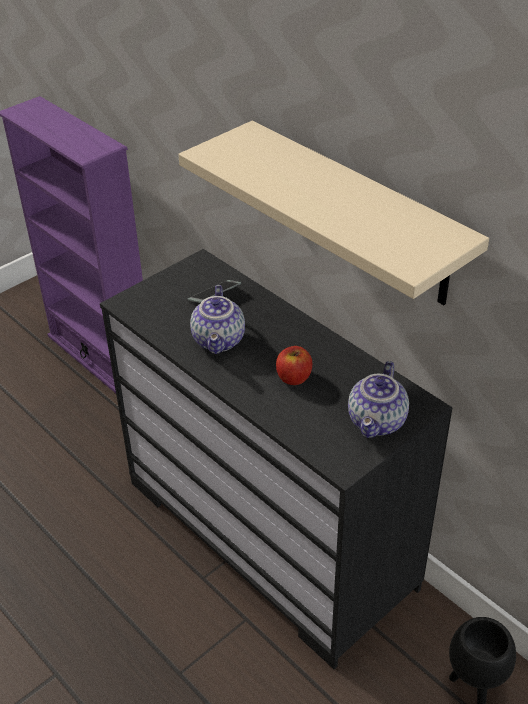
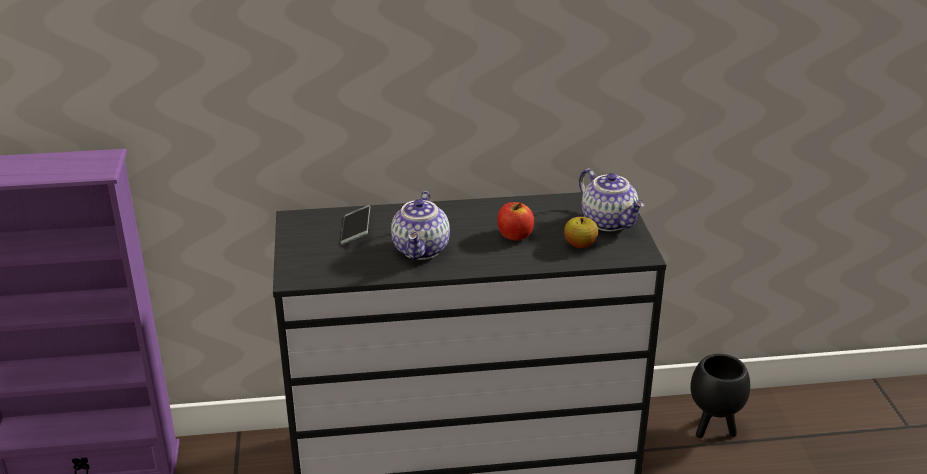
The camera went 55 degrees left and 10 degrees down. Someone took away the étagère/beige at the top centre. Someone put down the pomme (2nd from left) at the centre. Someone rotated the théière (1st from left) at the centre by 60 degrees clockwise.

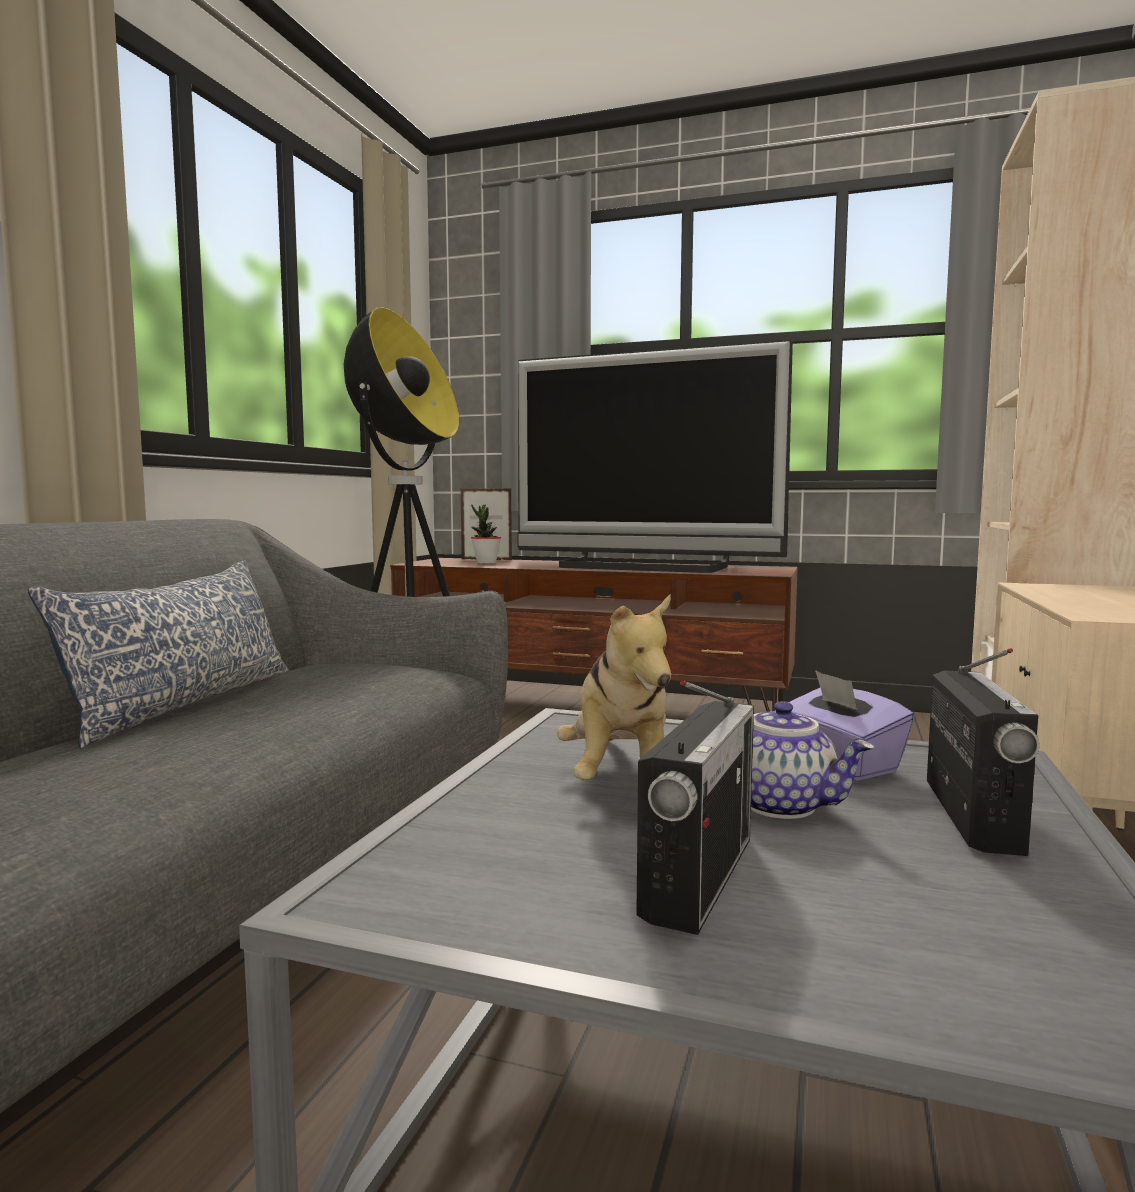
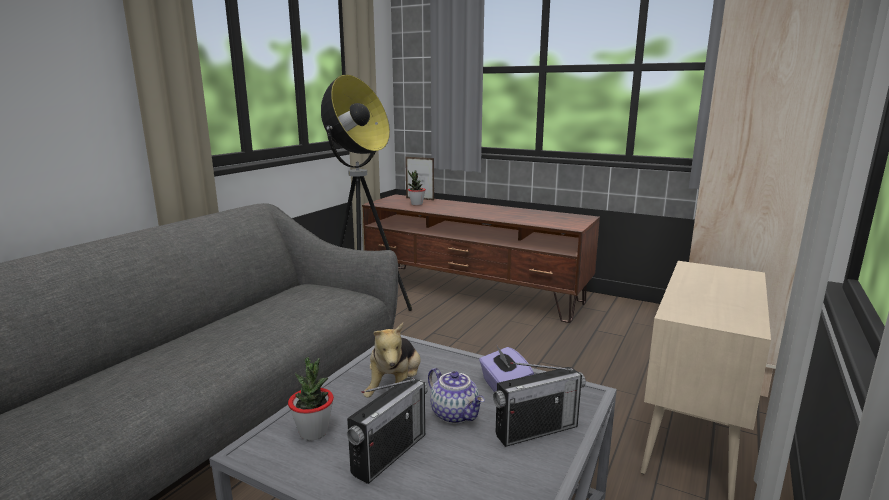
The camera went 10 degrees right and 10 degrees up. Someone took away the coussin at the middle left. Someone took away the téléviseur at the centre. Someone put down the plante en pot (1st from left) at the bottom centre. Someone rotated the radio (2nd from left) at the middle right by 45 degrees clockwise.

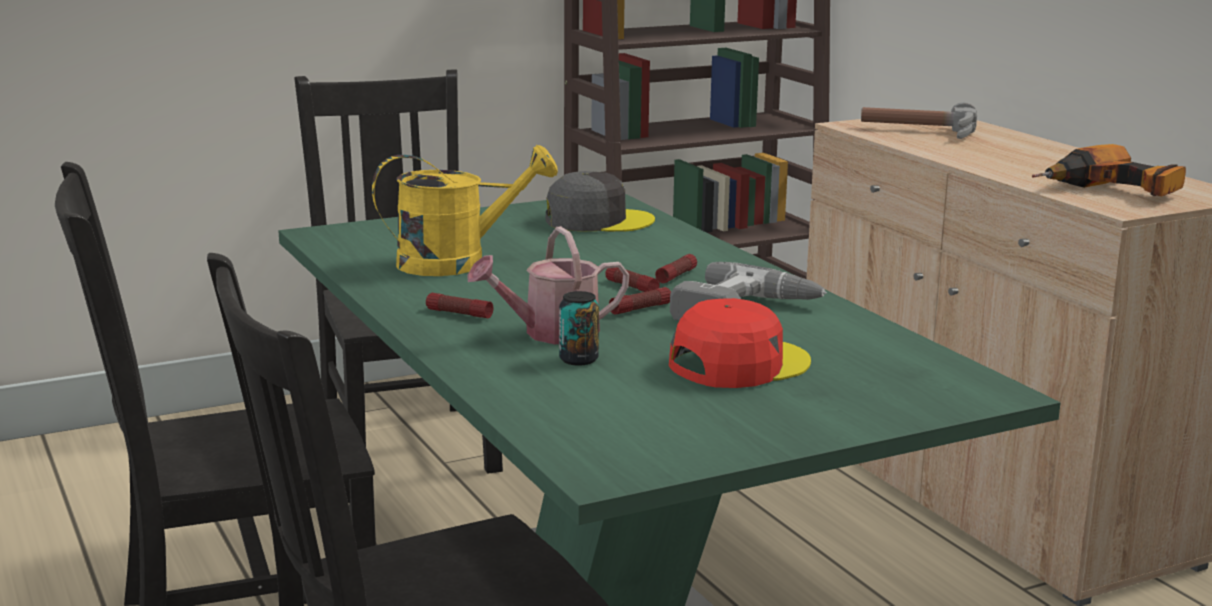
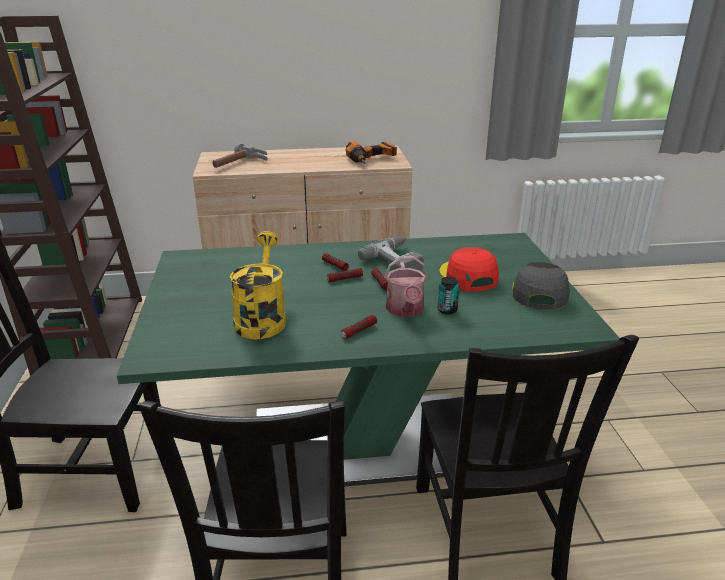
The camera went 70 degrees left and 10 degrees up. Someone carried the casquette/gris from the top centre to the middle right.

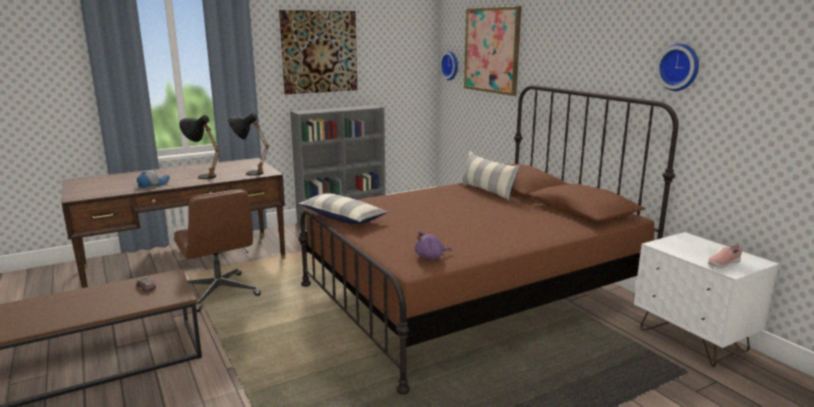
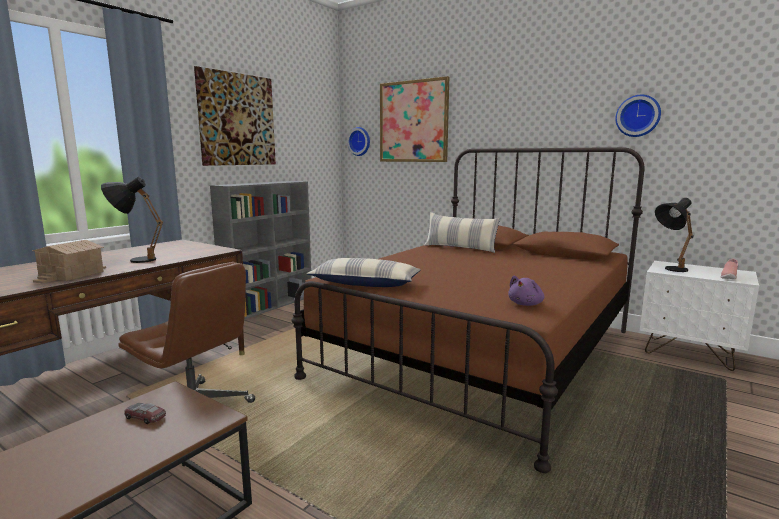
The camera went 25 degrees left and 5 degrees down. Someone carried the lampe de table/noir (2nd from left) from the middle left to the middle right. Someone swapped the casquette at the middle left for the maison miniature at the middle left.

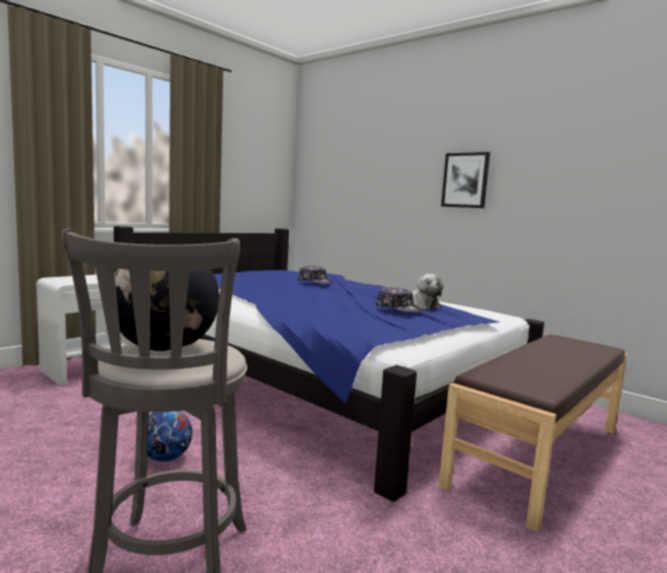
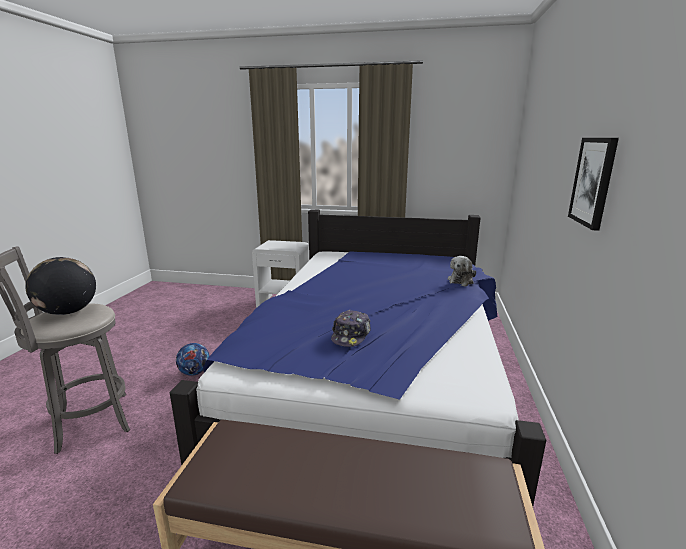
The camera went 60 degrees right and 10 degrees up. Someone took away the casquette (1st from left) at the centre. Someone carried the peluche from the centre to the middle right.

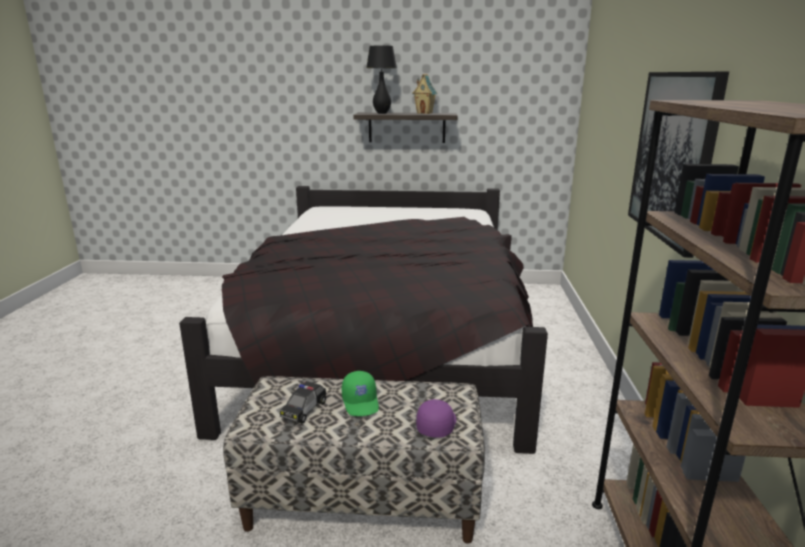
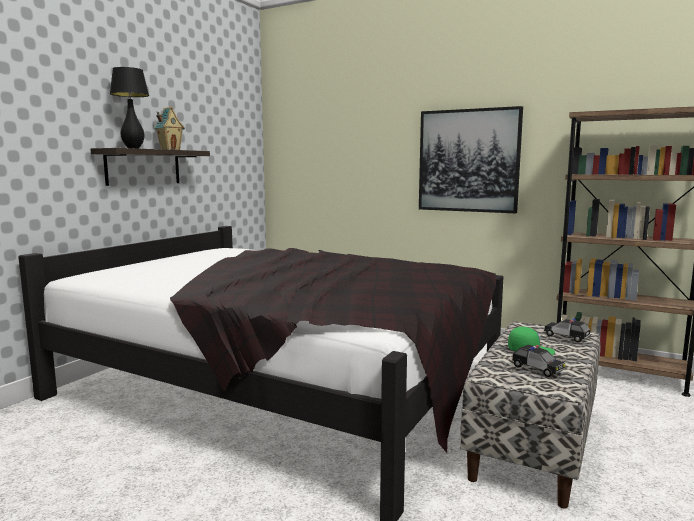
The camera went 65 degrees left and 10 degrees down. Someone swapped the casquette/violet at the bottom centre for the petite voiture (2nd from left) at the middle right.

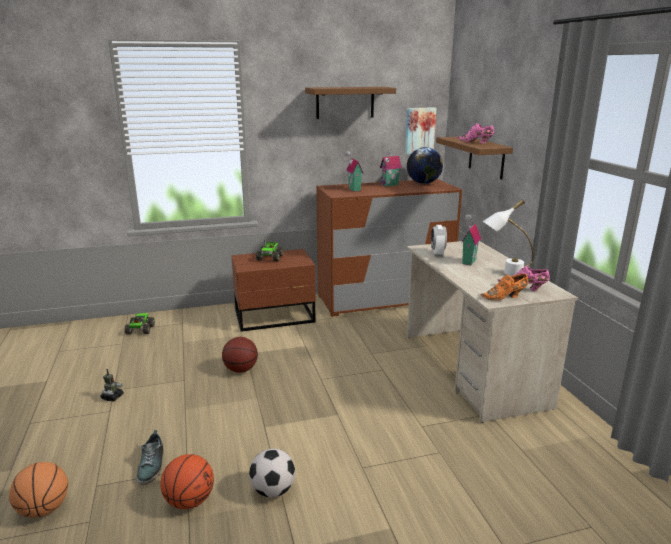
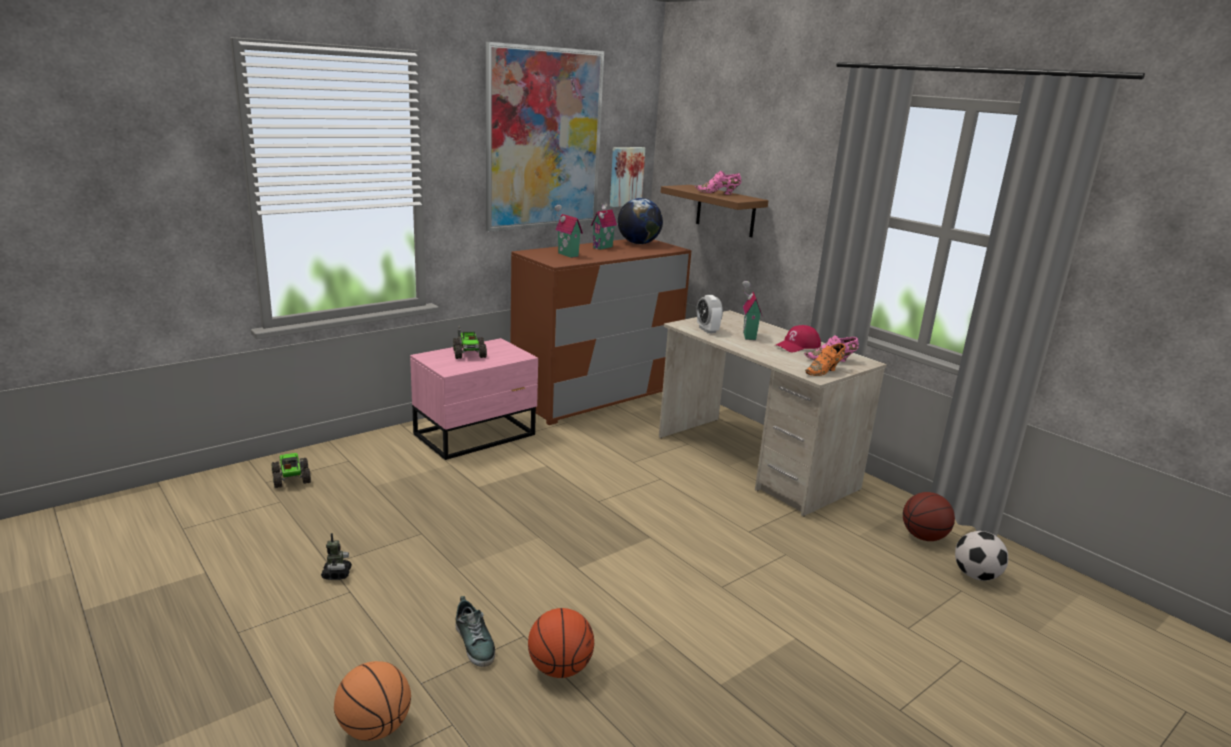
The camera went 25 degrees left and 0 degrees up. Someone carried the ballon de basket (3rd from left) from the centre to the bottom right. Someone carried the ballon de foot from the bottom centre to the bottom right. Someone swapped the étagère/marron (1st from left) at the top centre for the tableau (1st from left) at the top centre. Someone swapped the lampe de table/blanc at the middle right for the casquette/rouge at the centre. Someone repainted the table de chevet/marron at the centre, which became the table de chevet/rose at the centre.

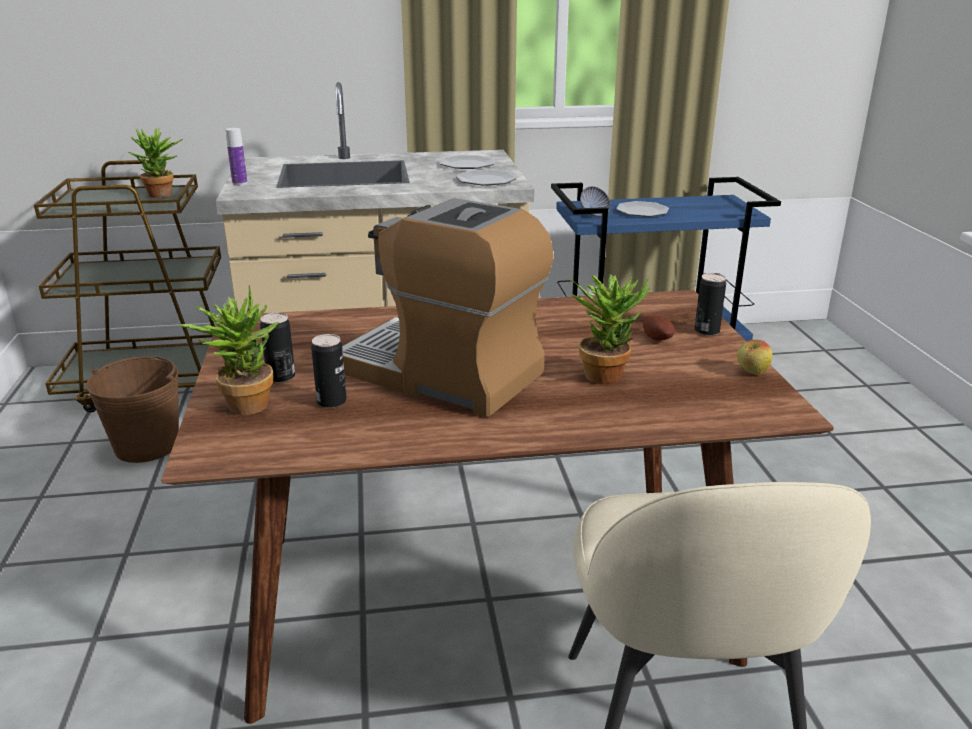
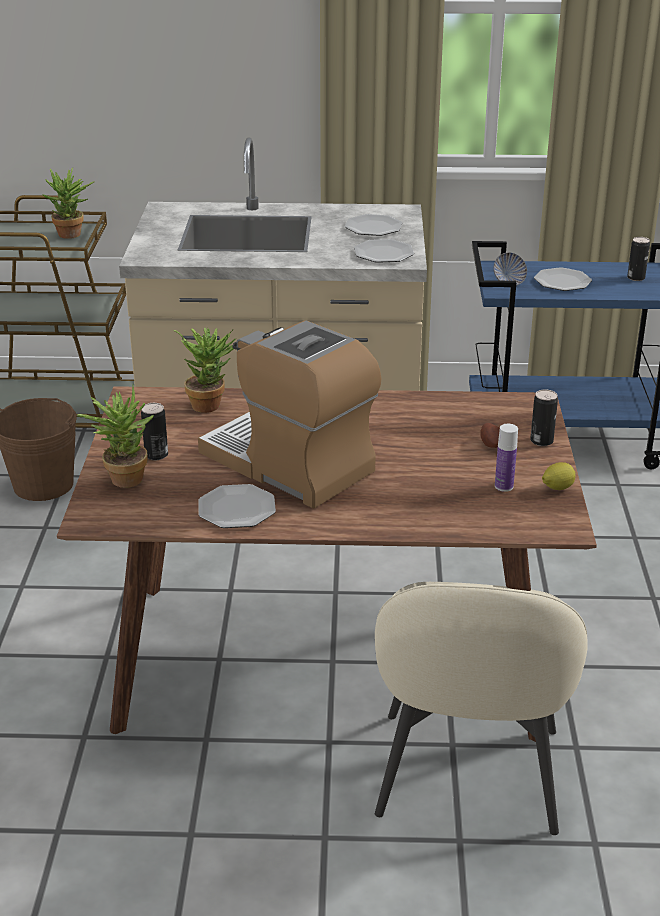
The camera went 10 degrees right and 5 degrees up. Someone put down the assiette (1st from left) at the centre. Someone carried the bouteille from the top left to the middle right. Someone carried the boîte métallique (2nd from left in the first image) from the centre to the top right. Someone carried the plante en pot (3rd from left) from the centre to the middle left. Someone swapped the pomme at the middle right for the citron at the middle right.

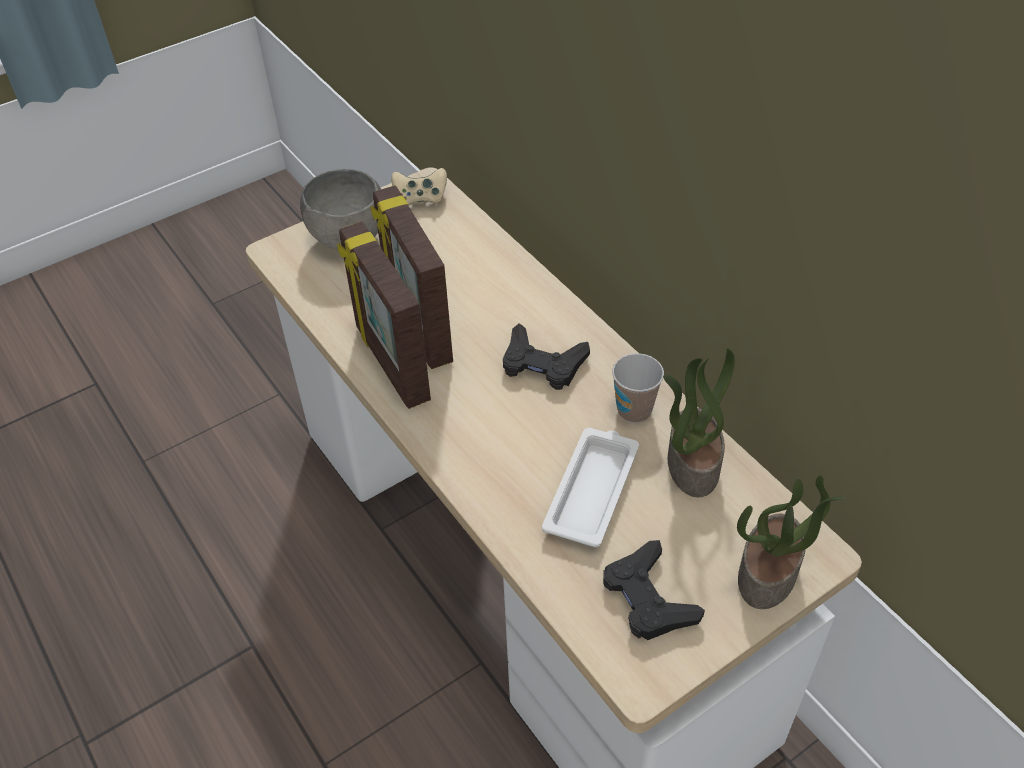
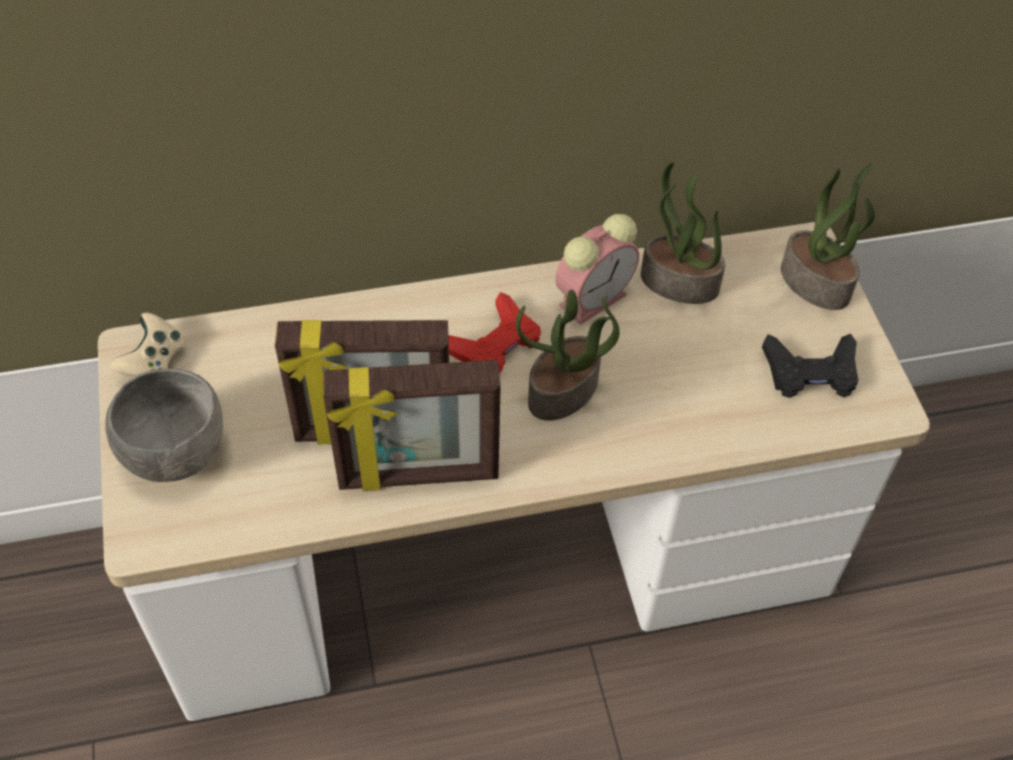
The camera went 70 degrees left and 5 degrees up. Someone took away the plateau/blanc at the centre. Someone put down the plante en pot (1st from left) at the centre. Someone swapped the tasse at the centre for the réveil at the centre. Someone repainted the manette/noir (1st from left) at the centre, which became the manette/rouge at the centre.

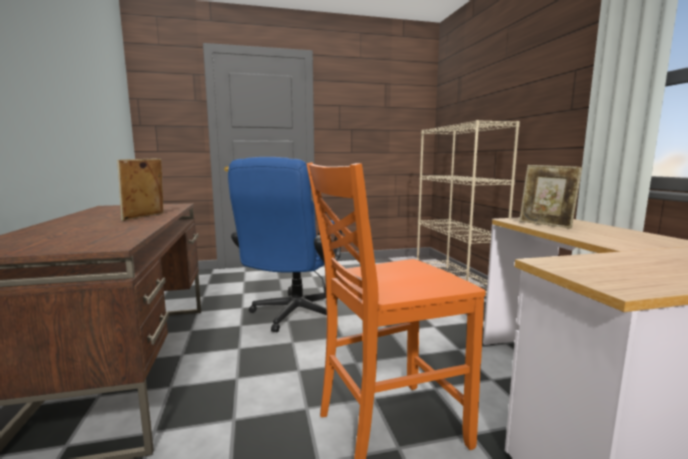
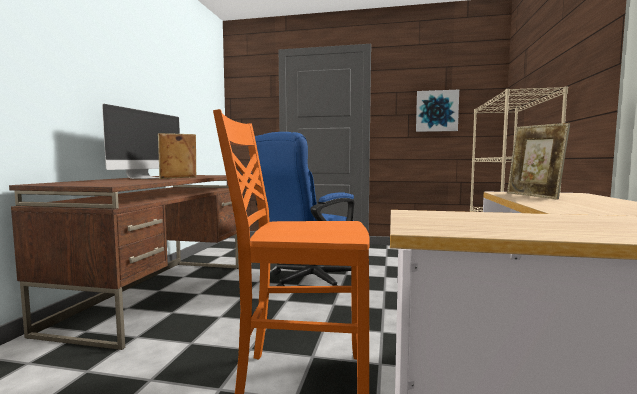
The camera went 25 degrees right and 5 degrees down. Someone put down the écran d'ordinateur at the middle left. Someone put up the tableau at the top right.

